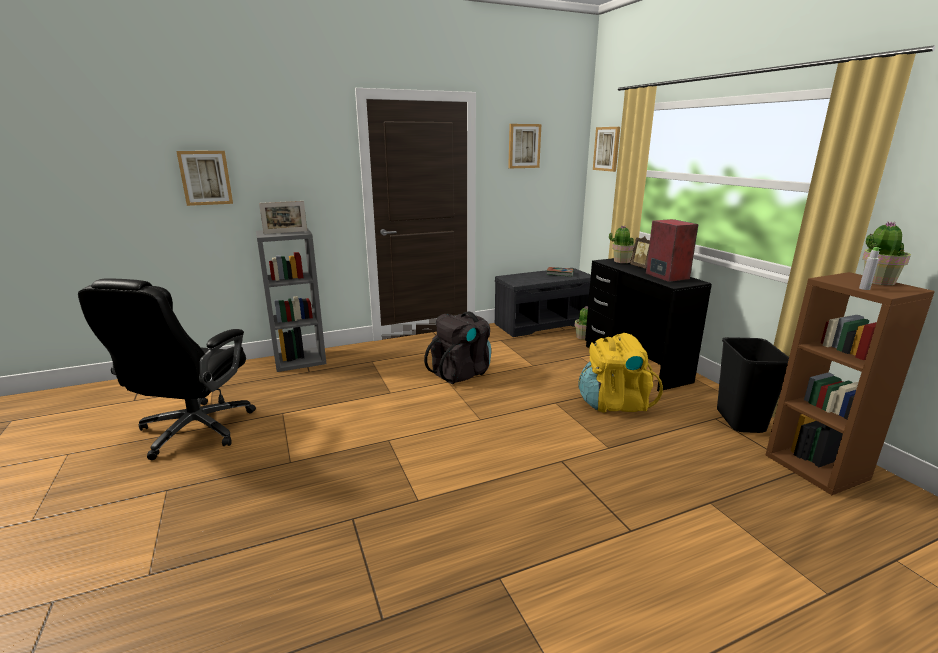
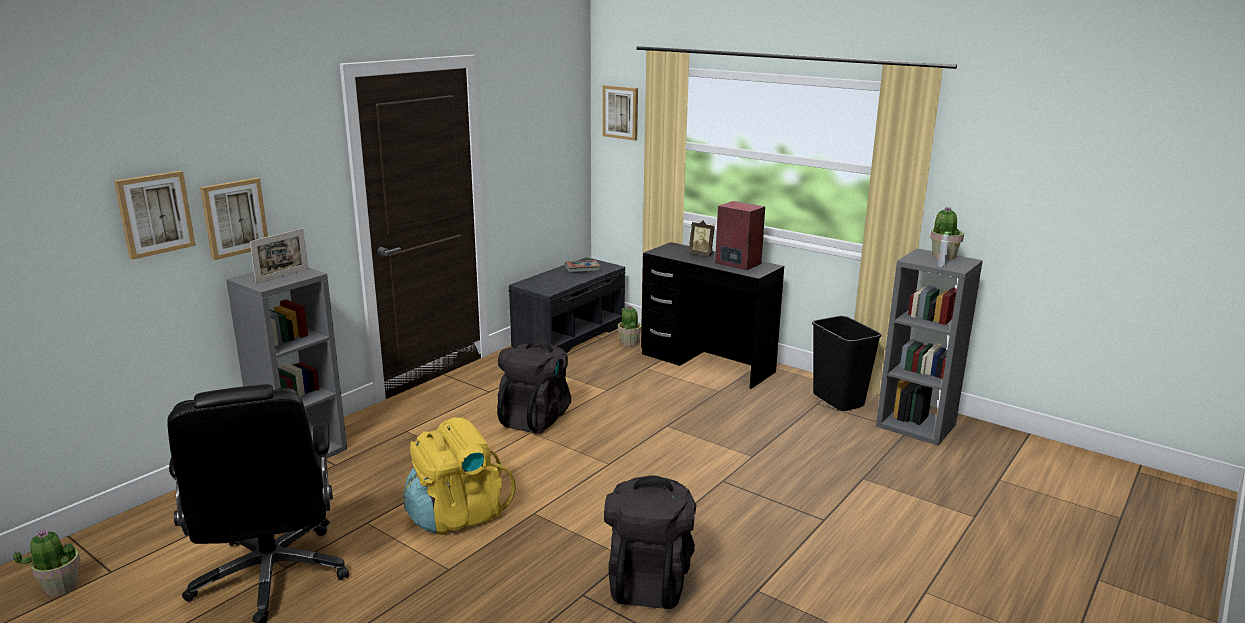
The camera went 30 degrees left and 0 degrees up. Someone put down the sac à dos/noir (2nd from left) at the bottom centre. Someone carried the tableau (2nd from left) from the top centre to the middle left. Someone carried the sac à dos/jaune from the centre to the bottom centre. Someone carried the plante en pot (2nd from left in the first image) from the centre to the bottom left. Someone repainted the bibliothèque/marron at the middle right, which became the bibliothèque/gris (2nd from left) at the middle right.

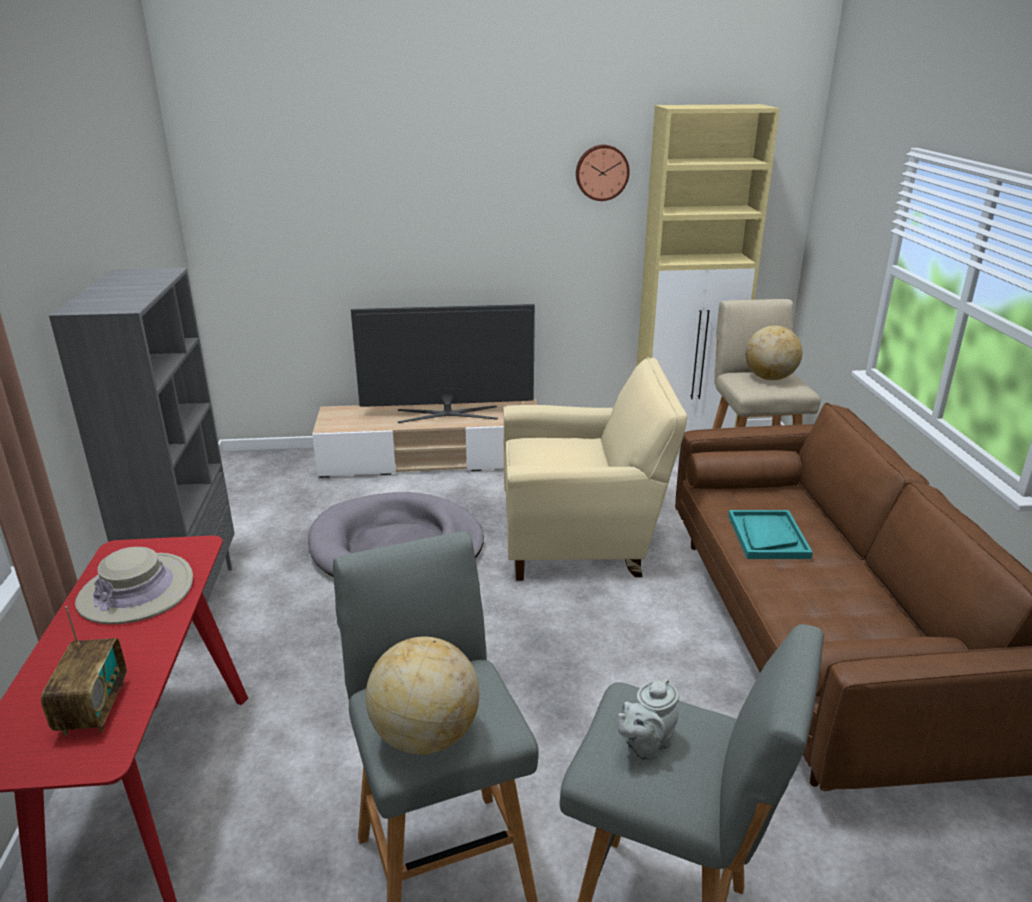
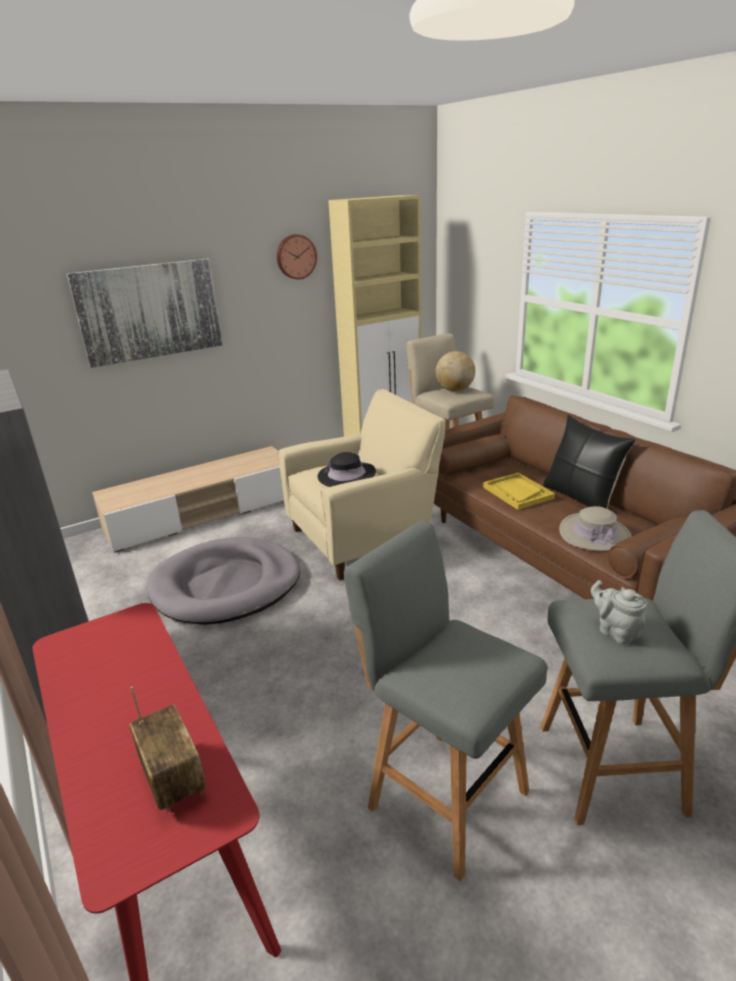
The camera went 25 degrees left and 0 degrees up. Someone took away the téléviseur at the centre. Someone took away the globe (1st from left) at the bottom centre. Someone put up the tableau at the top left. Someone put down the chapeau/noir at the centre. Someone put down the coussin/noir at the middle right. Someone carried the chapeau/beige from the middle left to the middle right. Someone repainted the plateau/turquoise at the middle right, which became the plateau/jaune at the middle right. Someone rotated the théière/gris at the bottom centre by 120 degrees clockwise.

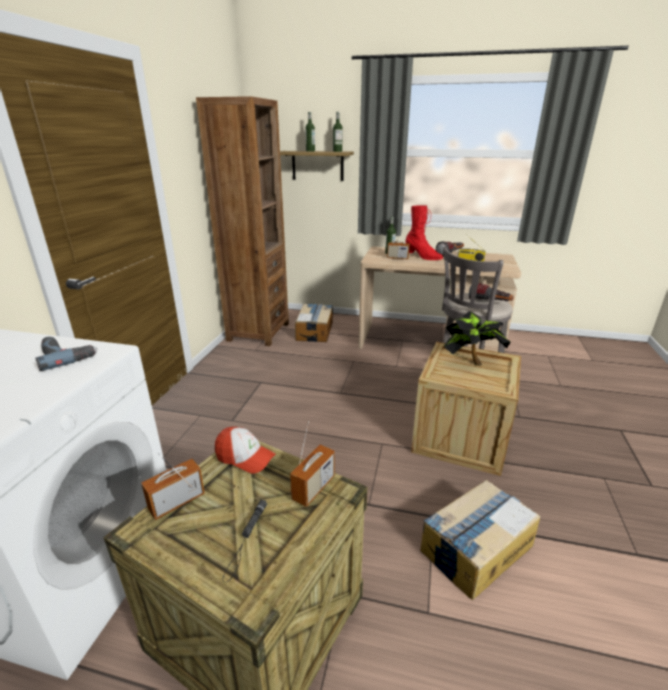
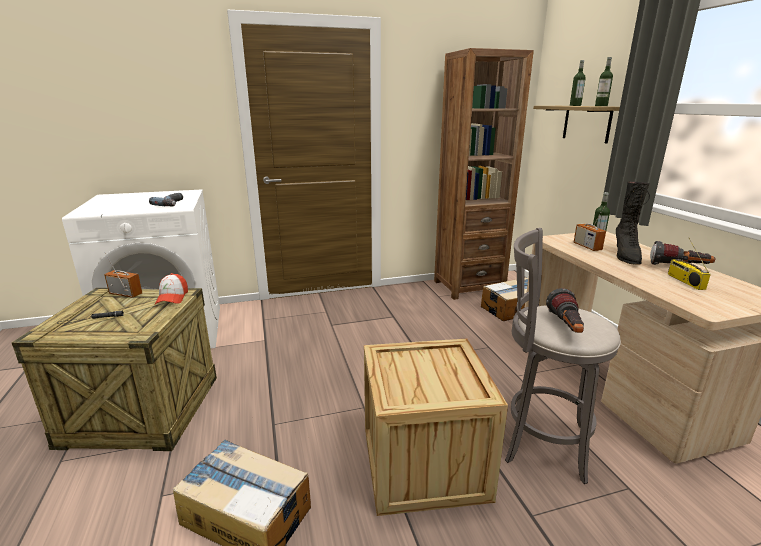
The camera went 60 degrees right and 5 degrees down. Someone took away the radio (2nd from left) at the bottom centre. Someone took away the plante en pot at the middle right. Someone repainted the botte/rouge at the centre, which became the botte/noir at the middle right.

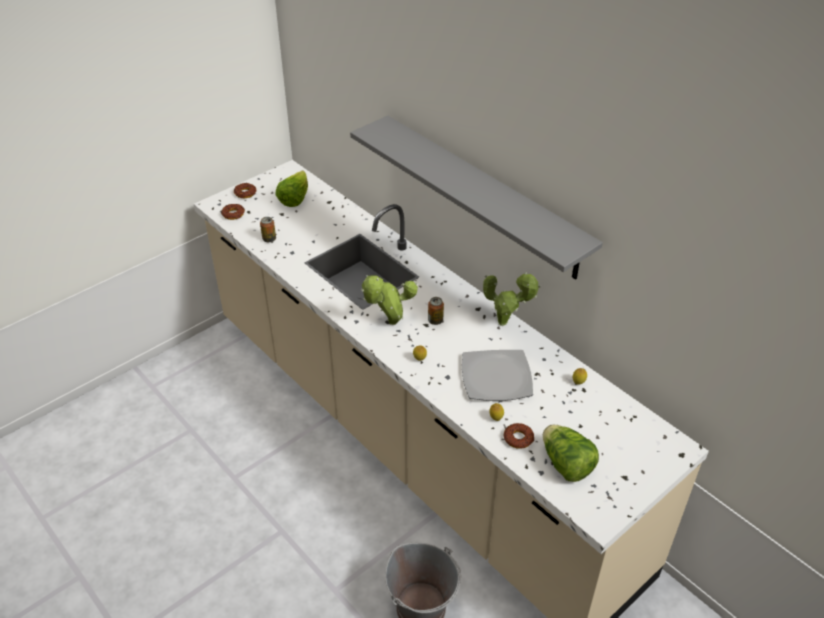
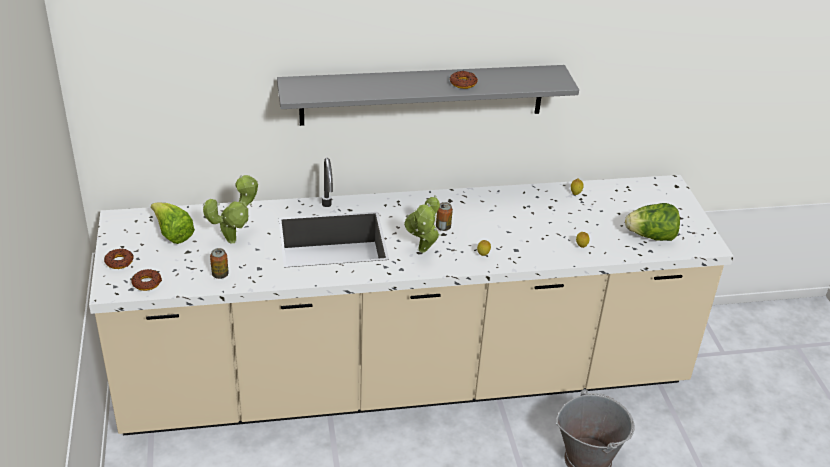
The camera went 60 degrees left and 5 degrees down. Someone took away the assiette at the centre. Someone carried the plante en pot (2nd from left in the first image) from the centre to the middle left. Someone carried the beignet (3rd from left) from the bottom centre to the top centre.

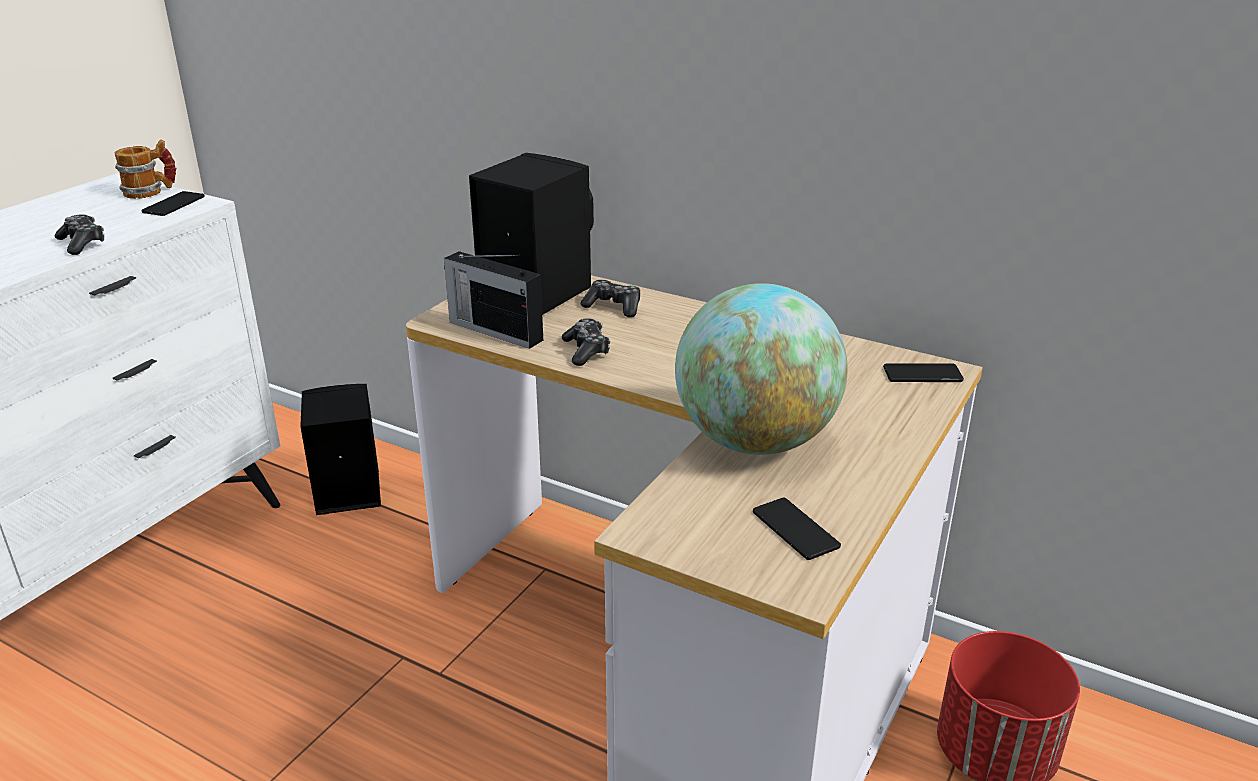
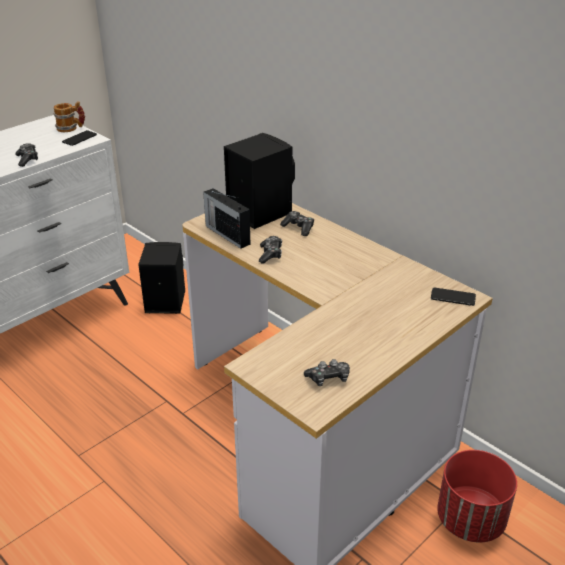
The camera went 15 degrees right and 5 degrees up. Someone took away the globe at the centre. Someone swapped the téléphone (2nd from left) at the bottom centre for the manette (4th from left) at the centre.

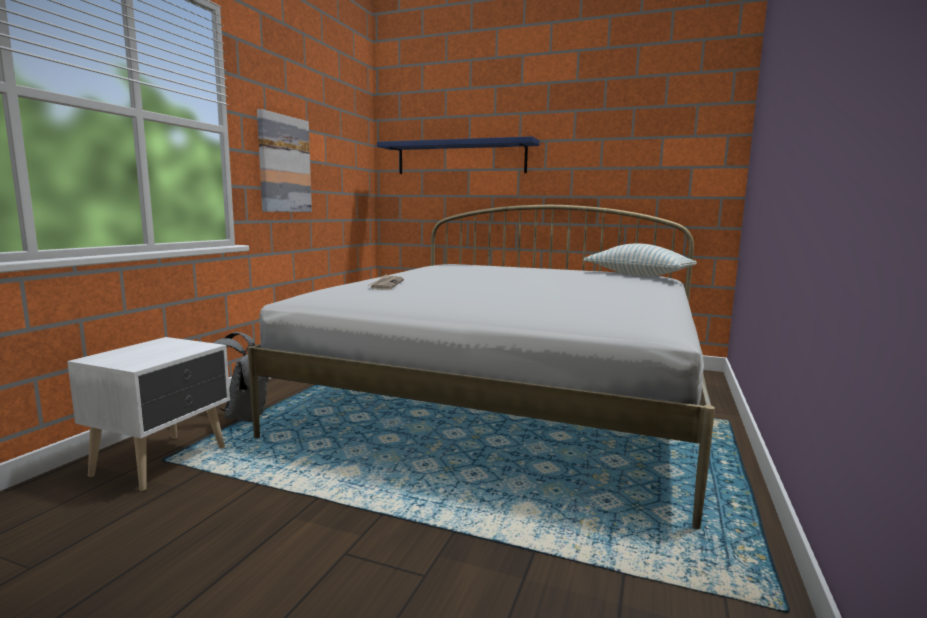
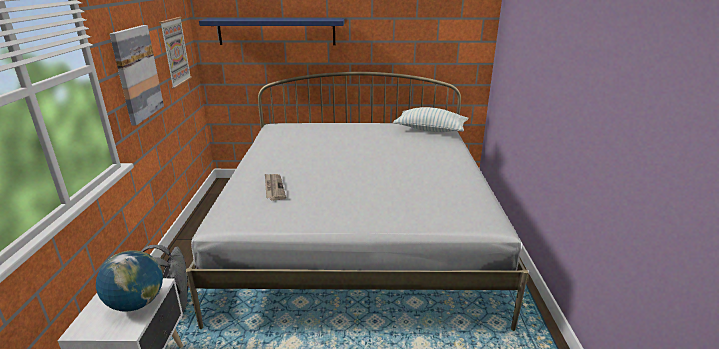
The camera went 20 degrees left and 15 degrees up. Someone put down the globe at the bottom left. Someone put up the tableau (2nd from left) at the top left.

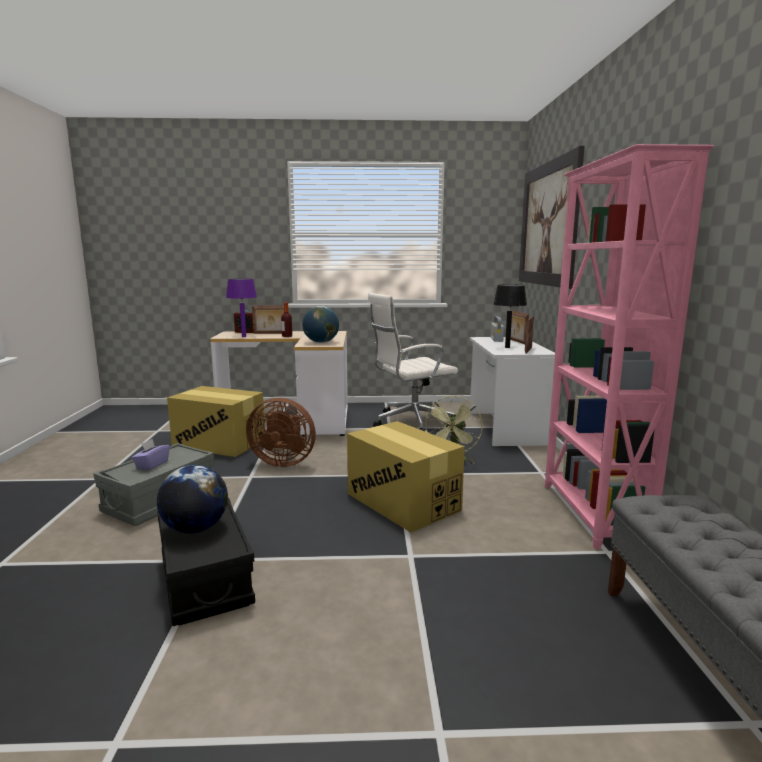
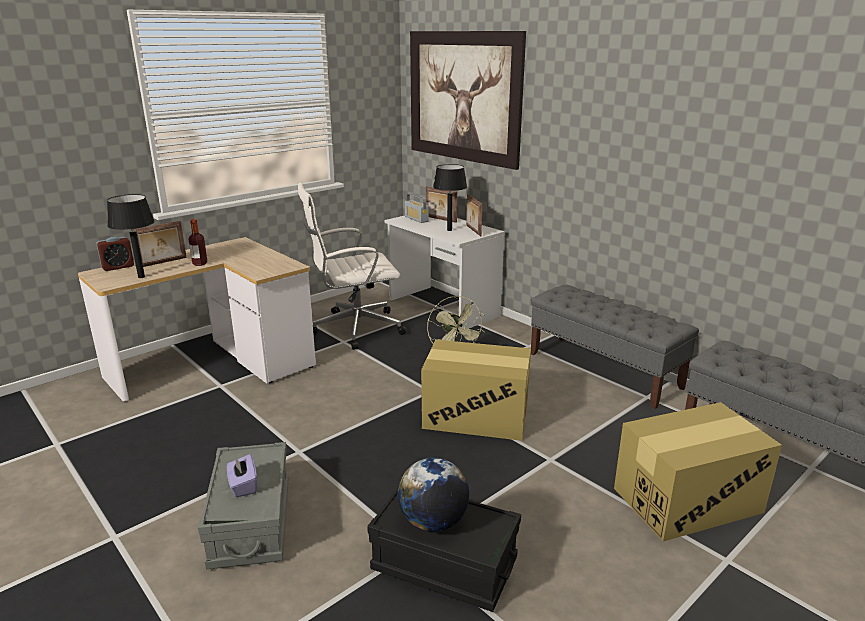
The camera went 40 degrees left and 10 degrees up. Someone took away the ventilateur/marron at the centre. Someone took away the globe (2nd from left) at the centre. Someone carried the carton (1st from left in the first image) from the middle left to the bottom right. Someone swapped the bibliothèque/rose at the middle right for the banc/gris (1st from left) at the middle right. Someone repainted the lampe de table/violet at the middle left, which became the lampe de table/noir (1st from left) at the middle left. Someone rotated the chaise de bureau/blanc at the centre by 45 degrees clockwise.

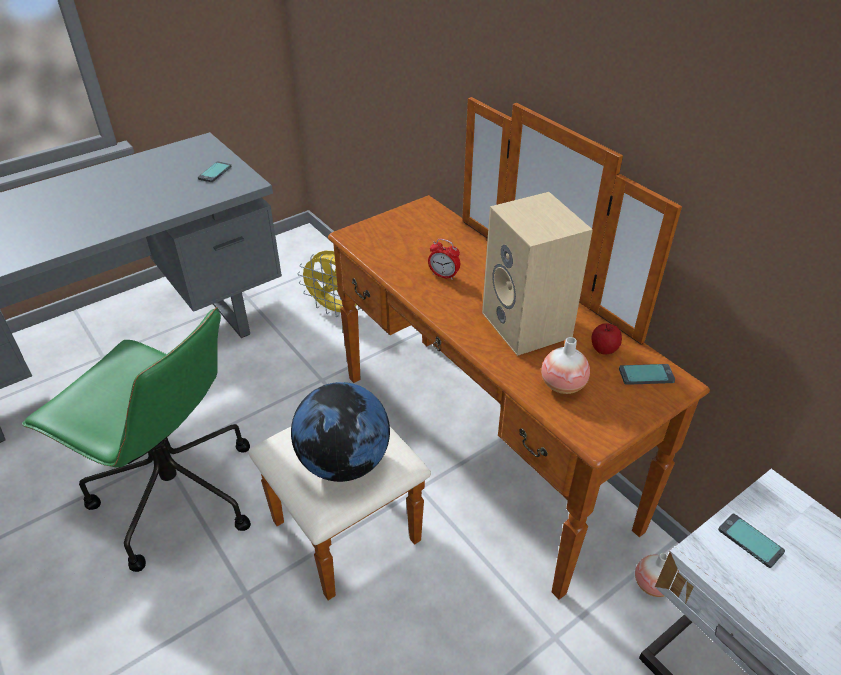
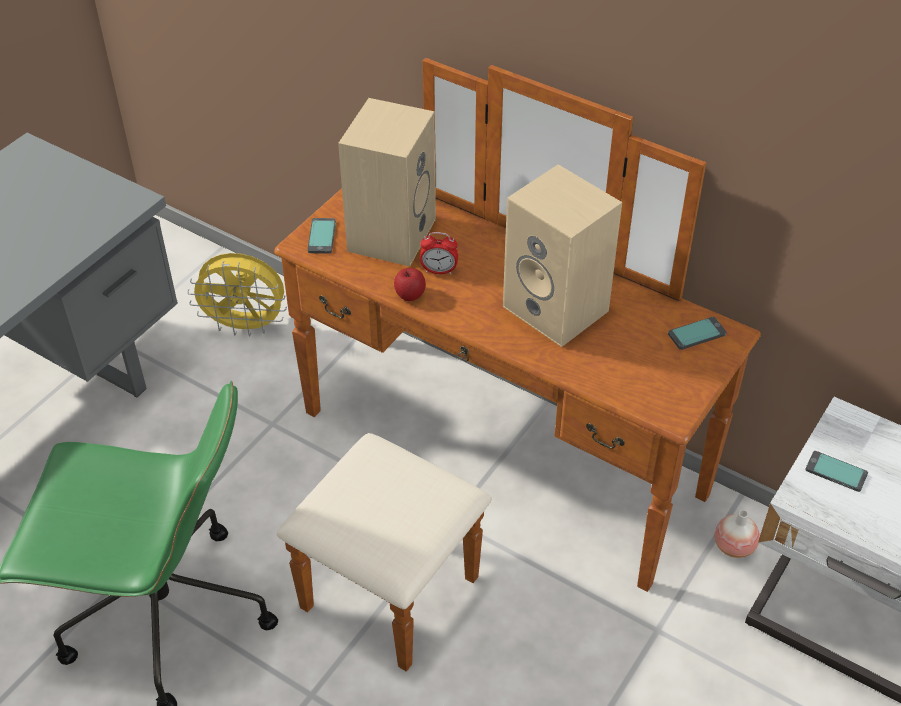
The camera went 20 degrees left and 5 degrees up. Someone took away the globe at the centre. Someone took away the vase (1st from left) at the middle right. Someone put down the enceinte/beige (1st from left) at the top centre. Someone carried the téléphone (1st from left) from the top left to the centre. Someone carried the pomme from the middle right to the centre.

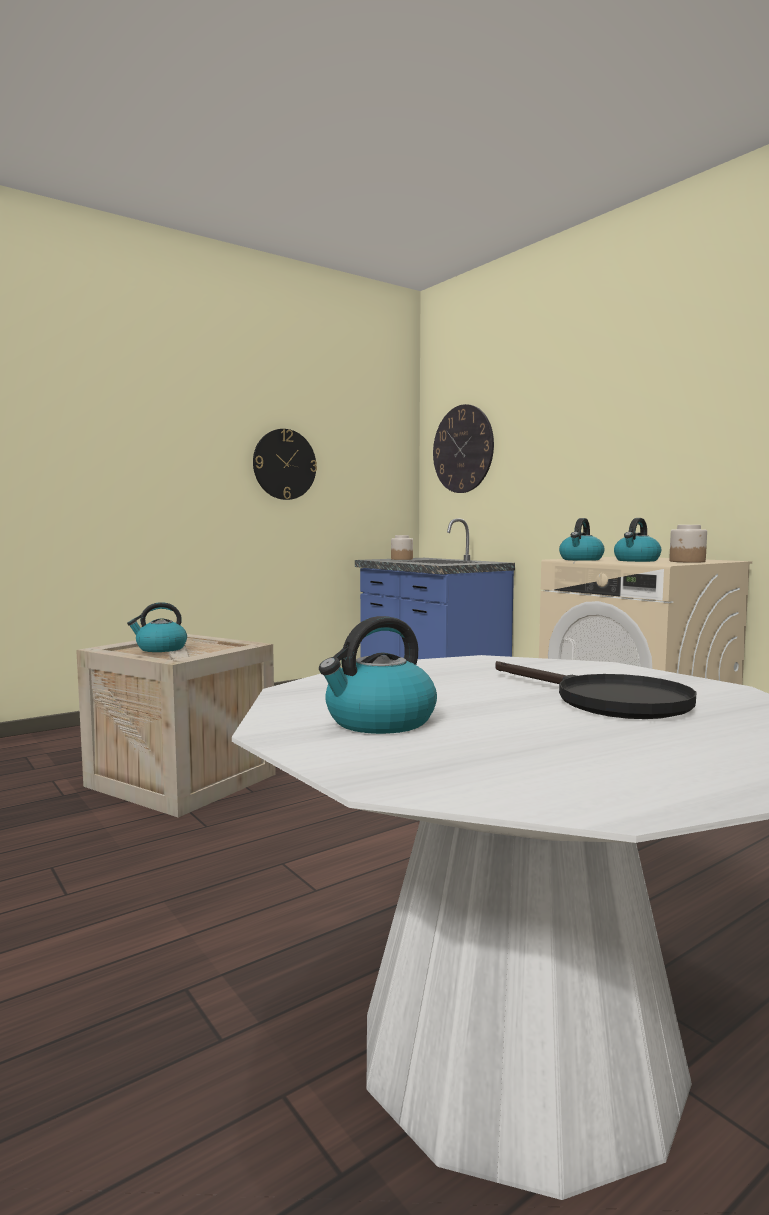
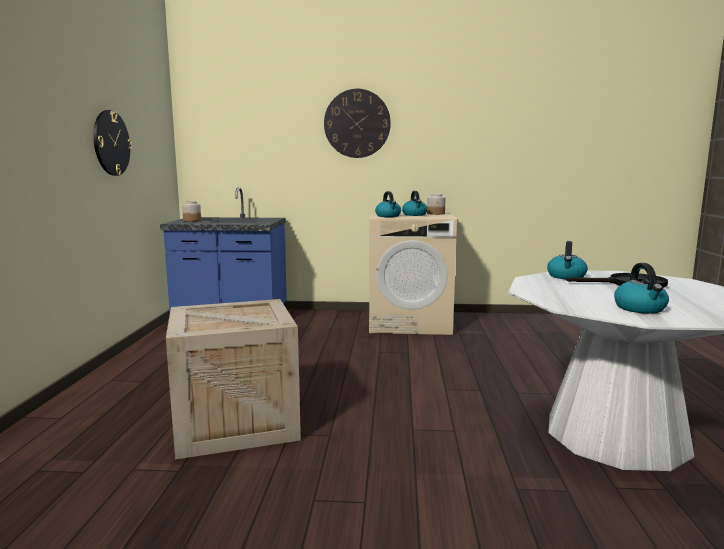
The camera went 50 degrees left and 5 degrees up. Someone carried the bouilloire (1st from left in the first image) from the middle left to the middle right. Someone carried the horloge murale (2nd from left) from the centre to the top centre.

